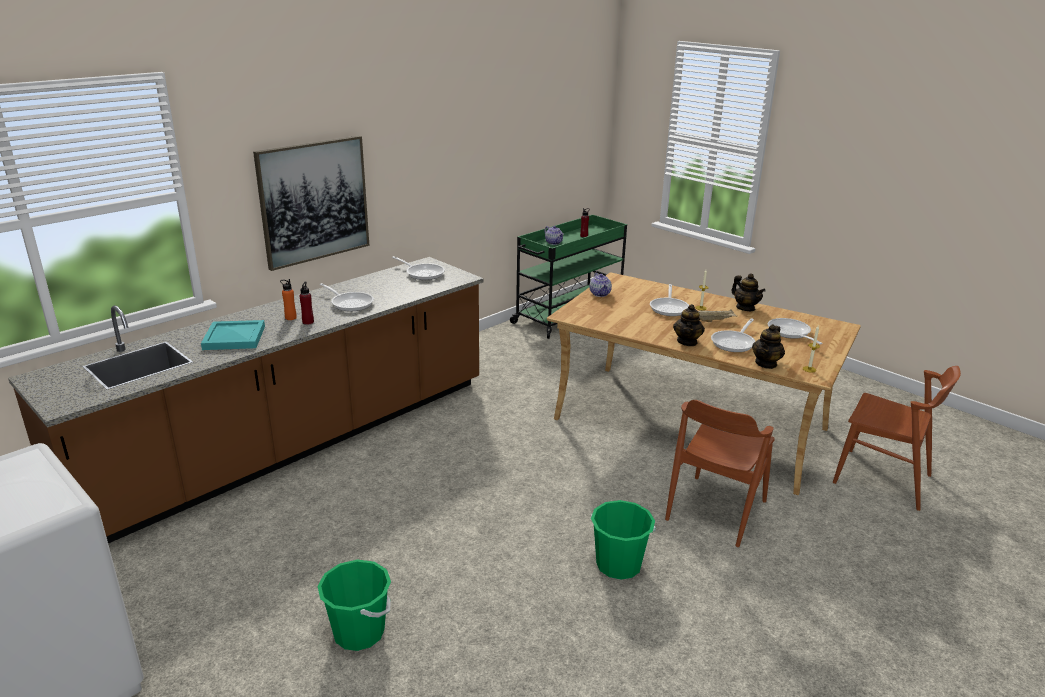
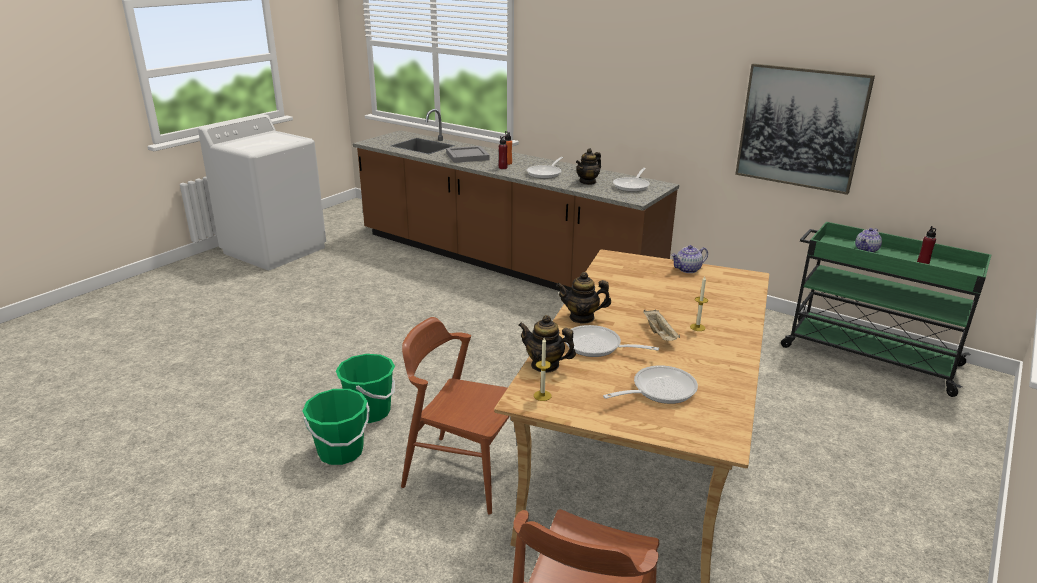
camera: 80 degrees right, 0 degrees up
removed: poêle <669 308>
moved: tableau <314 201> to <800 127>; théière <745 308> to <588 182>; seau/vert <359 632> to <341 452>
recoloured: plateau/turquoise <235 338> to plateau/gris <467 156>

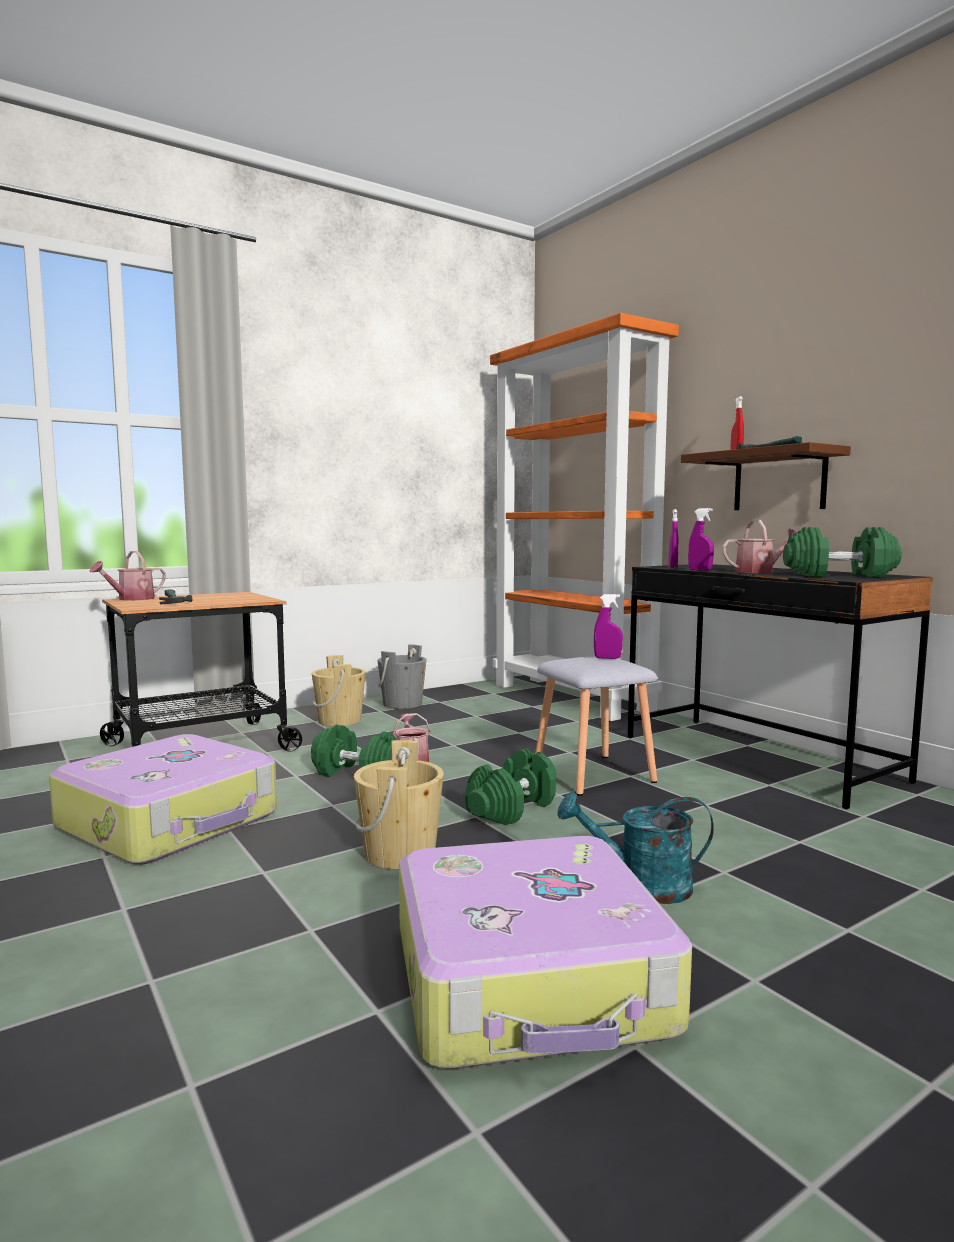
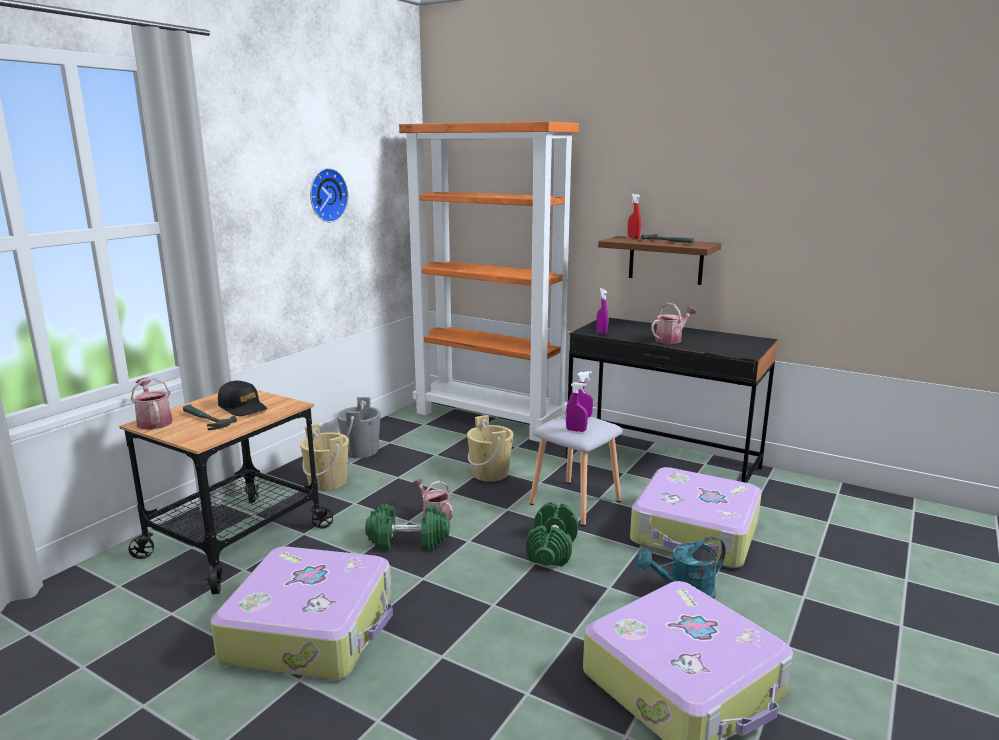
camera: 25 degrees left, 10 degrees up
removed: haltère/vert <839 575>
added: horloge murale <326 195>; casquette/noir <243 407>; valise <695 533>
moved: vaporisateur/violet <700 570> to <576 430>; seau/beige <400 853> to <490 473>
turned: arrosoir <131 599> = <154 422> 135 degrees clockwise

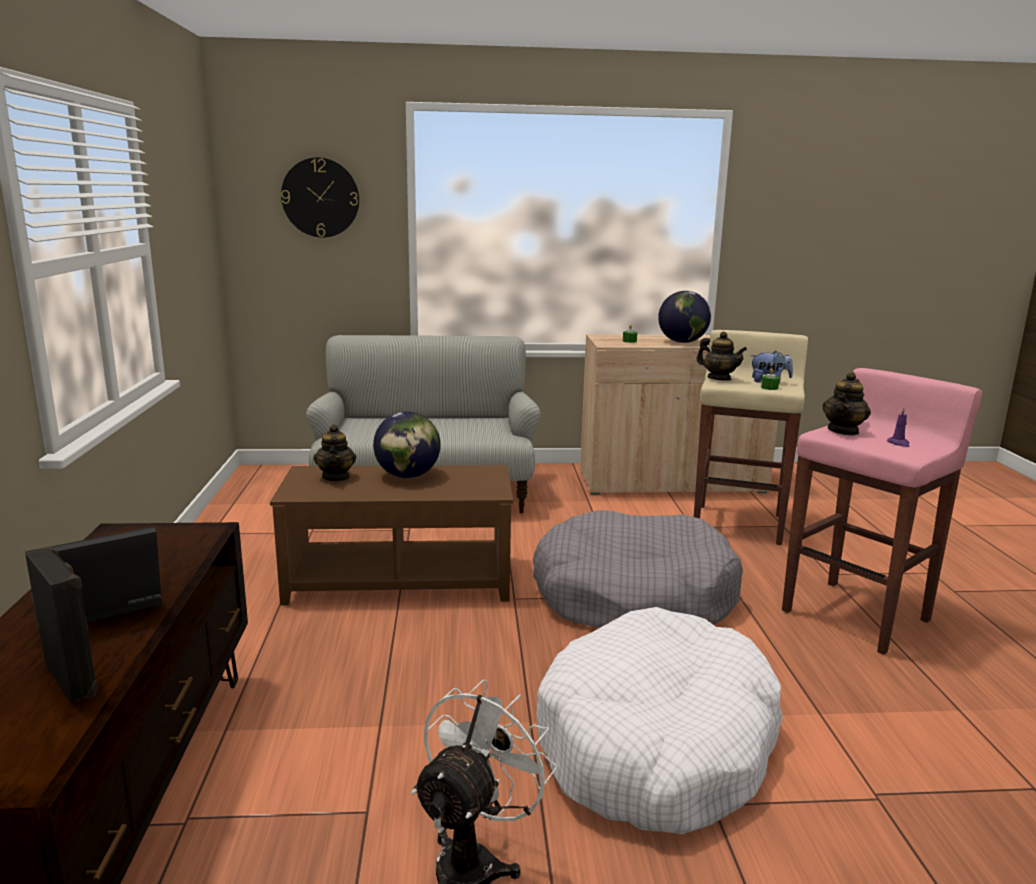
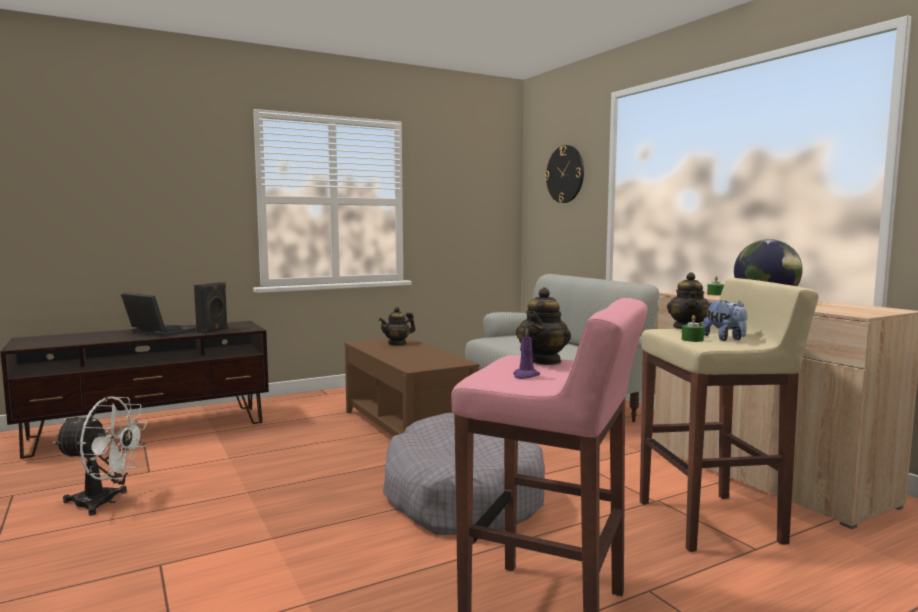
camera: 65 degrees right, 10 degrees down
removed: globe <407 476>; panier pour chien/blanc <656 744>
moved: enceinte/noir <73 677> to <213 331>
turned: théière <843 431> = <543 361> 75 degrees counterclockwise

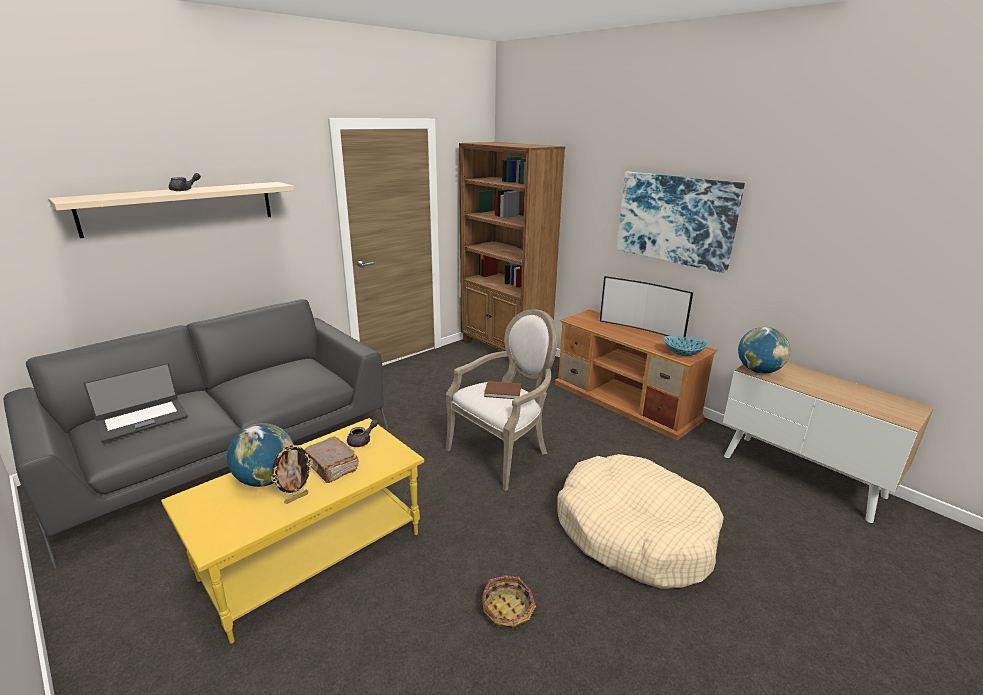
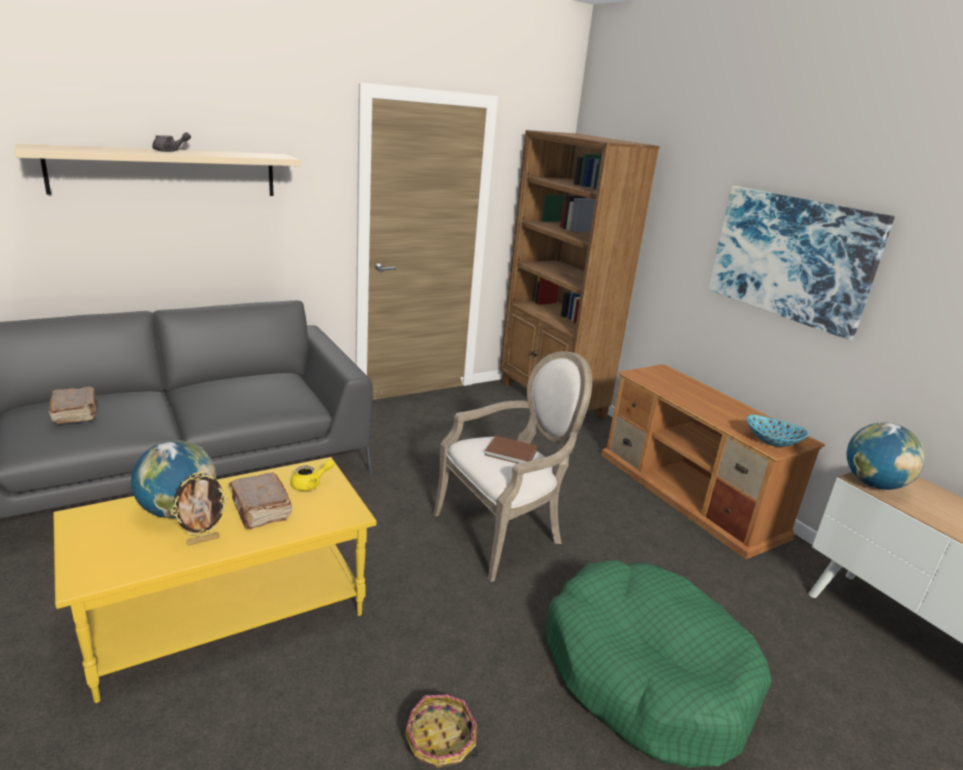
camera: 10 degrees right, 0 degrees up
removed: téléviseur <641 329>
replaced: ordinateur portable <142 419> to livre/marron <76 414>
recoloured: théière/gris <362 441> to théière/jaune <310 484>; panier pour chien/beige <634 532> to panier pour chien/vert <645 674>

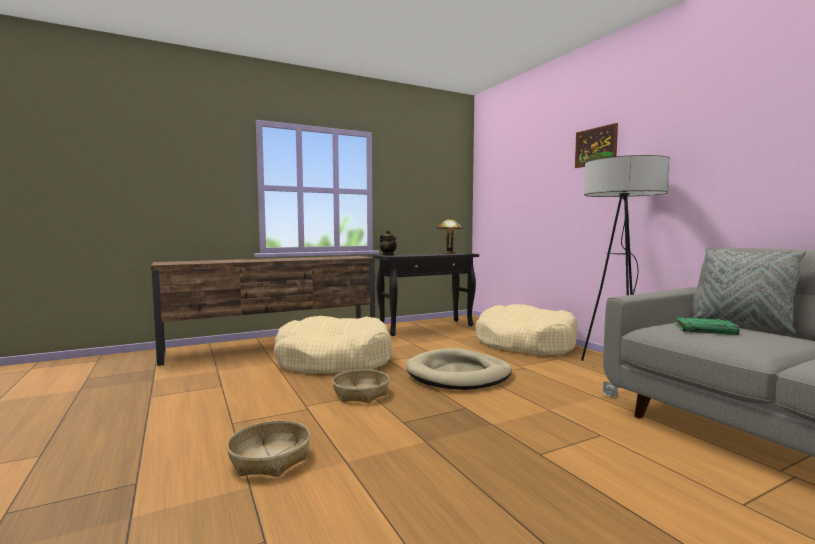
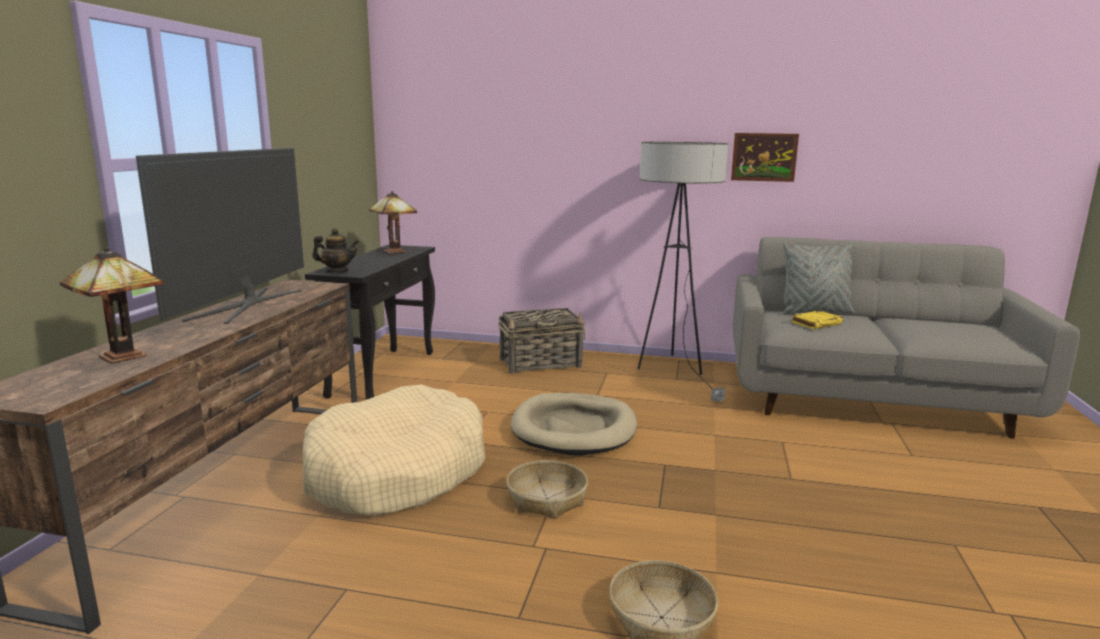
camera: 50 degrees left, 10 degrees up
added: téléviseur <247 304>; lampe de table <125 355>
moved: tableau <595 146> to <764 157>
replaced: panier pour chien/beige <525 343> to panier <541 363>
recoloured: livre/vert <705 330> to livre/jaune <816 323>

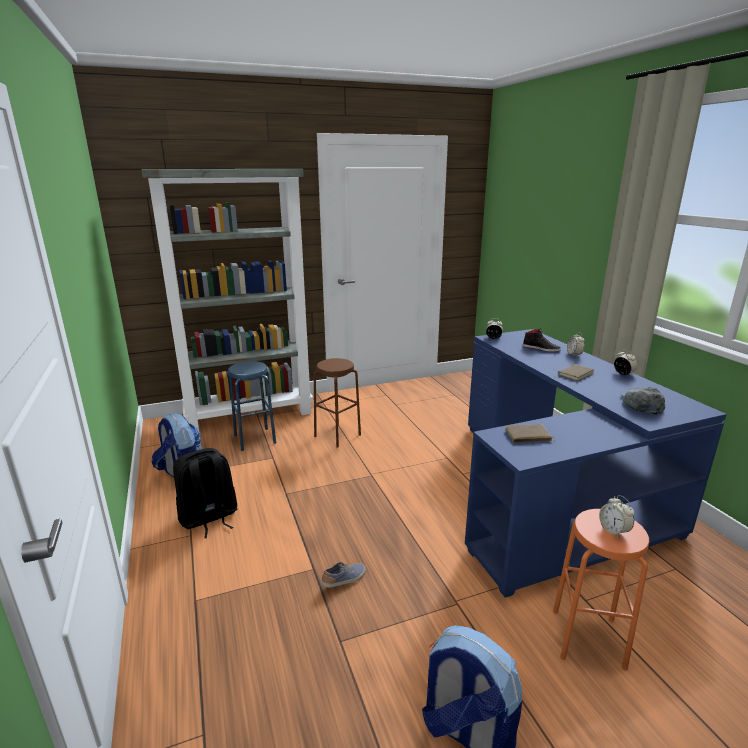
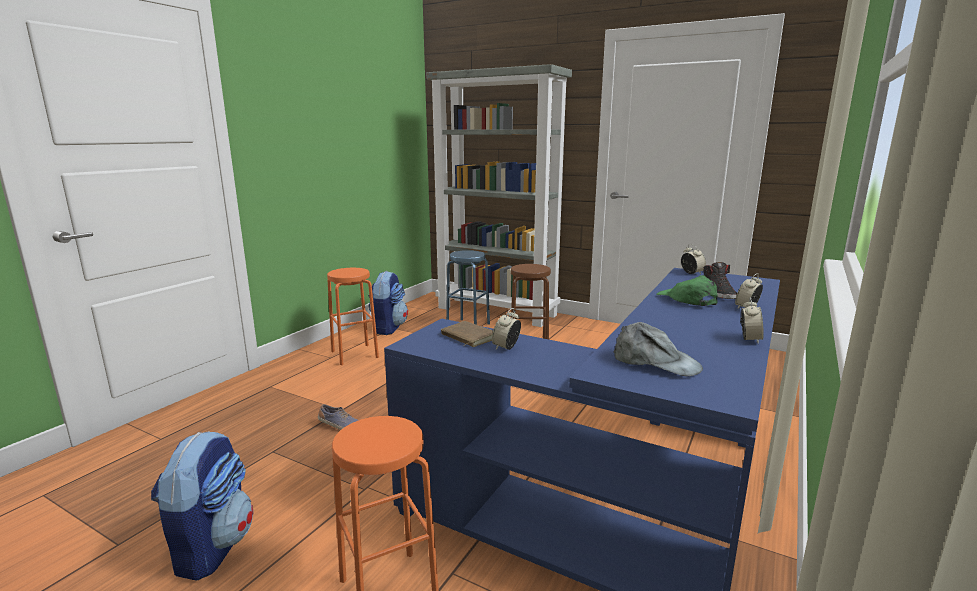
camera: 50 degrees right, 5 degrees down
removed: livre/marron <574 374>
added: casquette/vert <686 299>
moved: réveil <613 530> to <506 347>
replaced: sac à dos/noir <209 518> to tabouret/orange <354 354>
turned: casquette/gris <641 404> = <656 362> 60 degrees clockwise

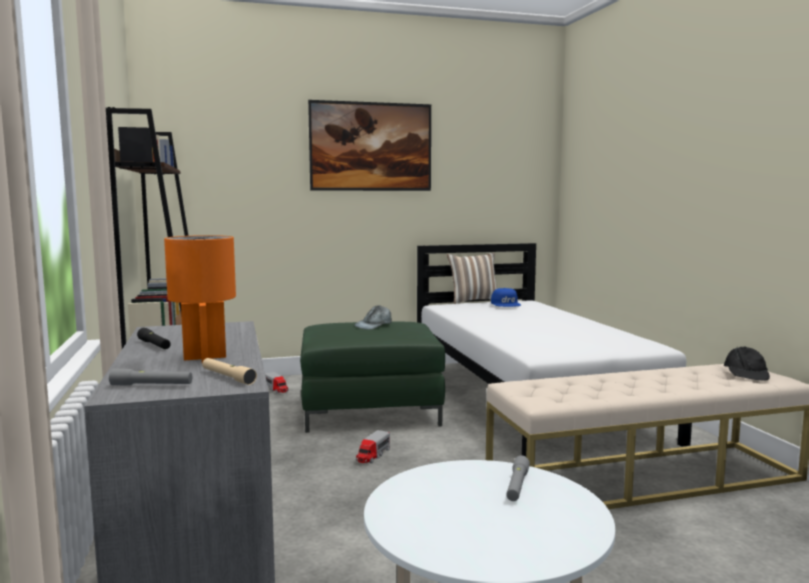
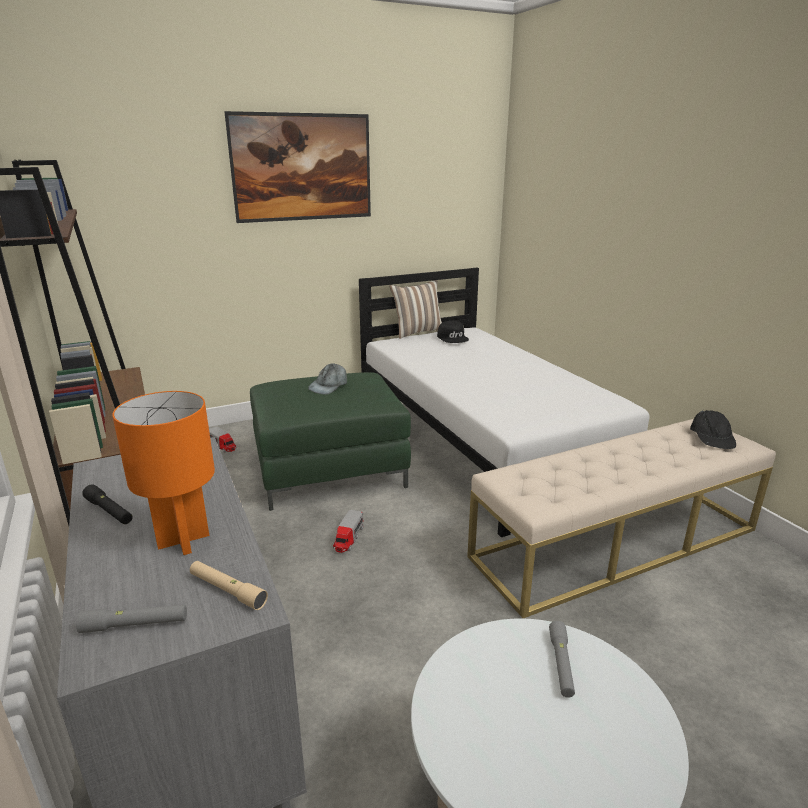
camera: 10 degrees left, 15 degrees up
recoloured: casquette/bleu <506 304> to casquette/noir <453 337>

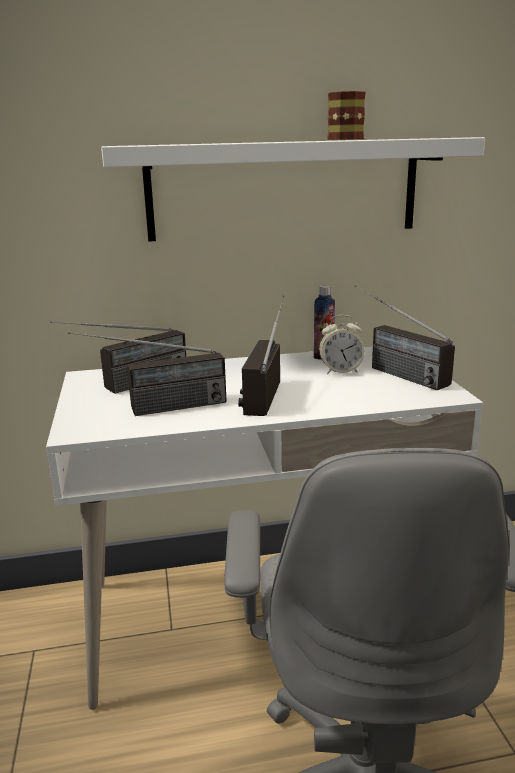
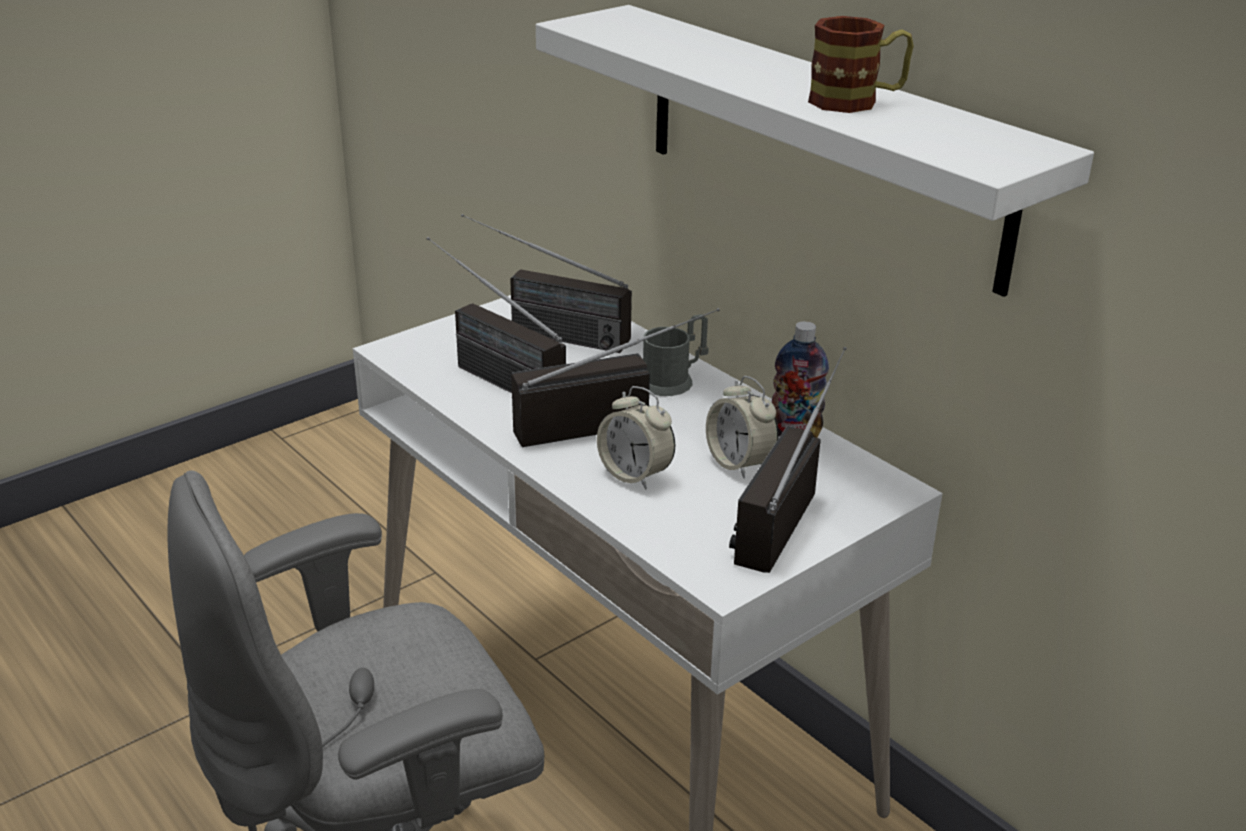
camera: 60 degrees right, 10 degrees up
added: mug/gris <673 380>; réveil <635 475>

